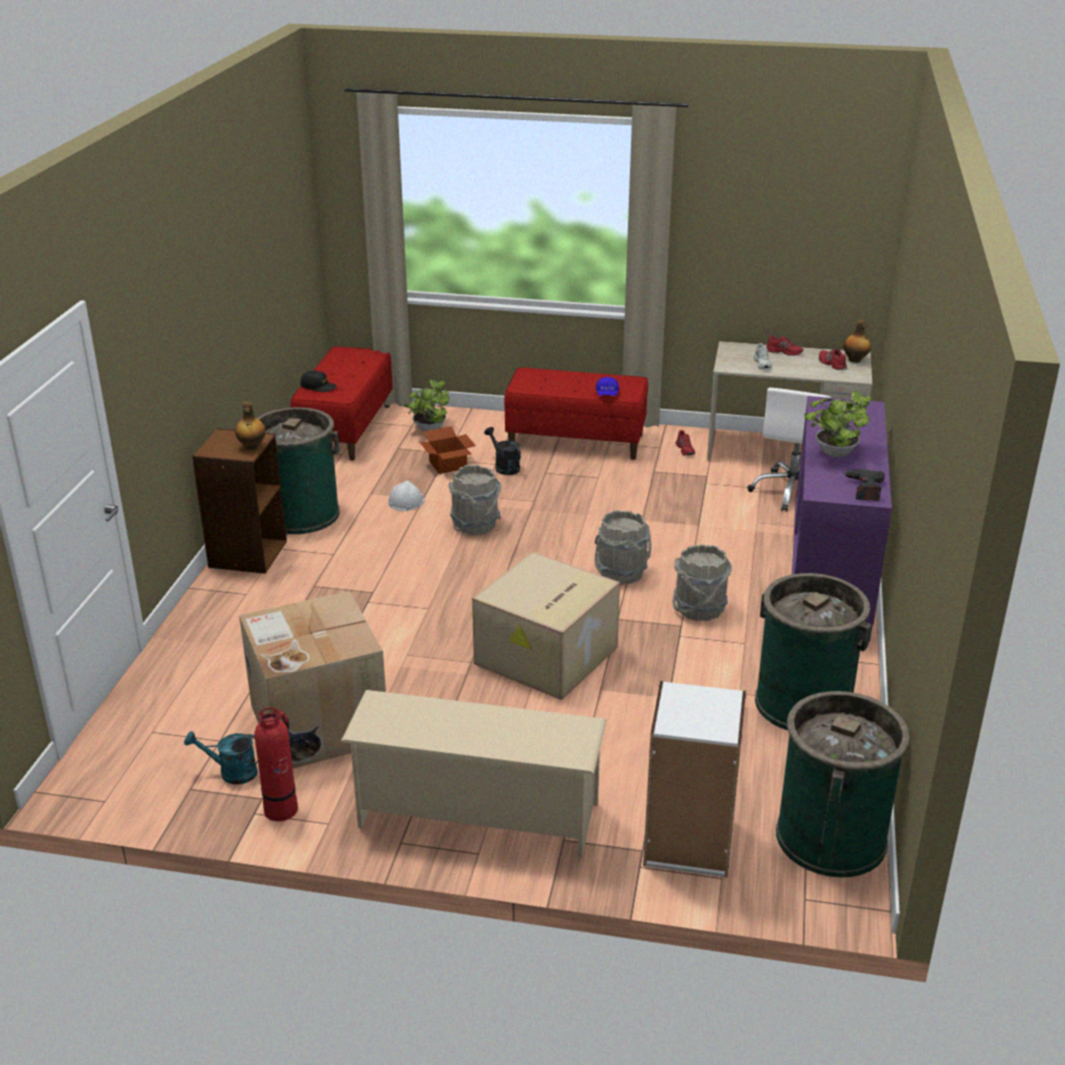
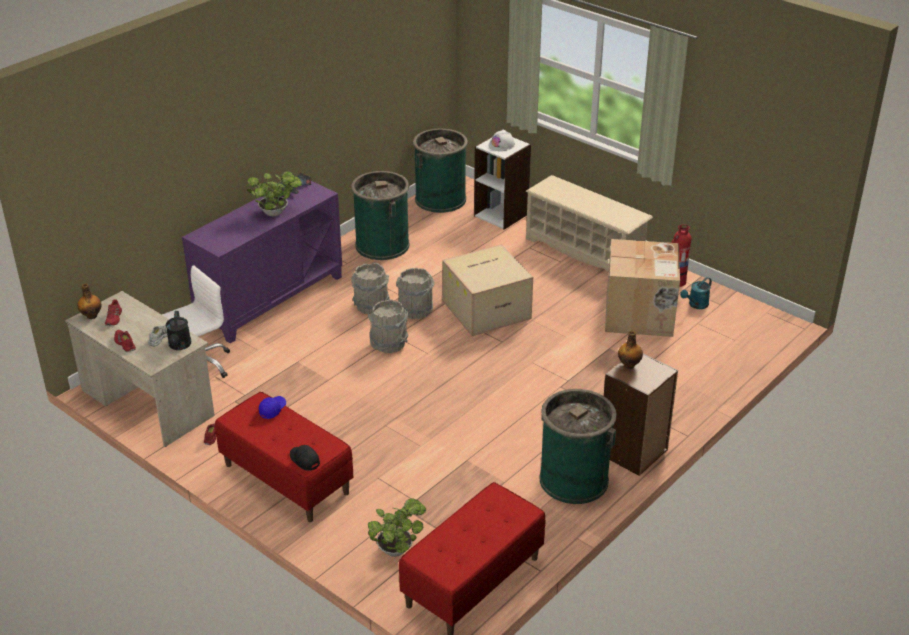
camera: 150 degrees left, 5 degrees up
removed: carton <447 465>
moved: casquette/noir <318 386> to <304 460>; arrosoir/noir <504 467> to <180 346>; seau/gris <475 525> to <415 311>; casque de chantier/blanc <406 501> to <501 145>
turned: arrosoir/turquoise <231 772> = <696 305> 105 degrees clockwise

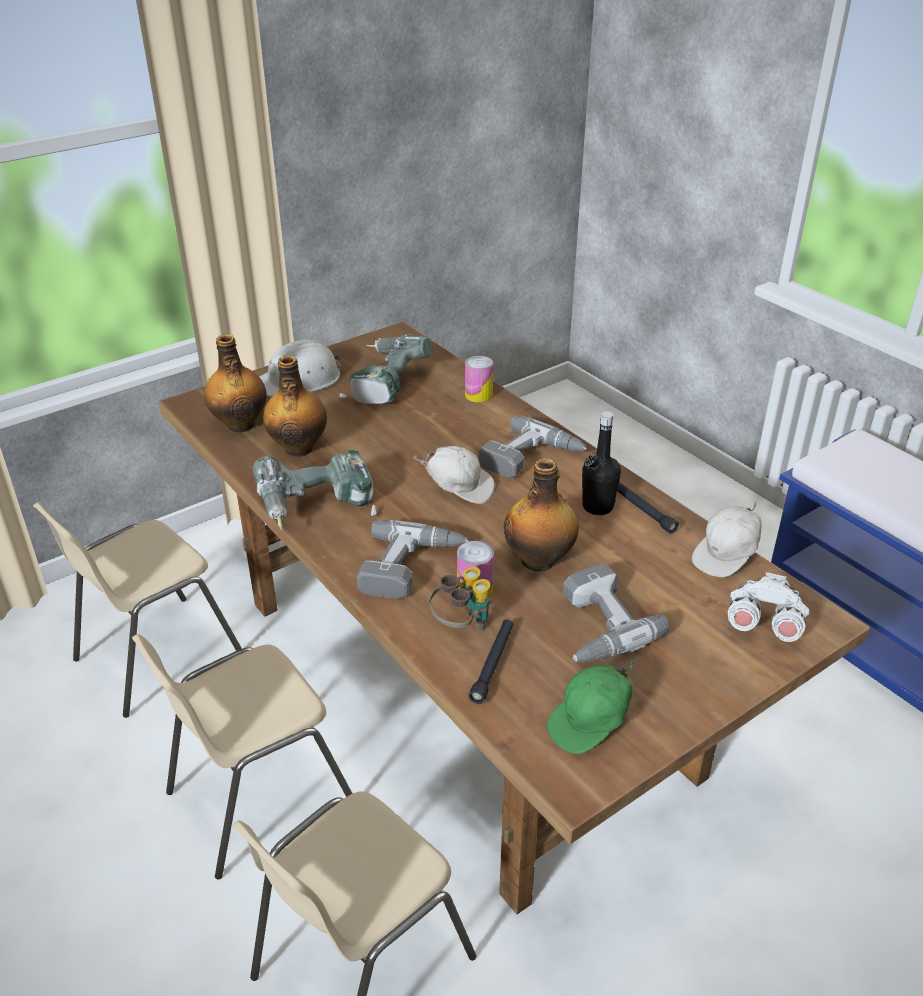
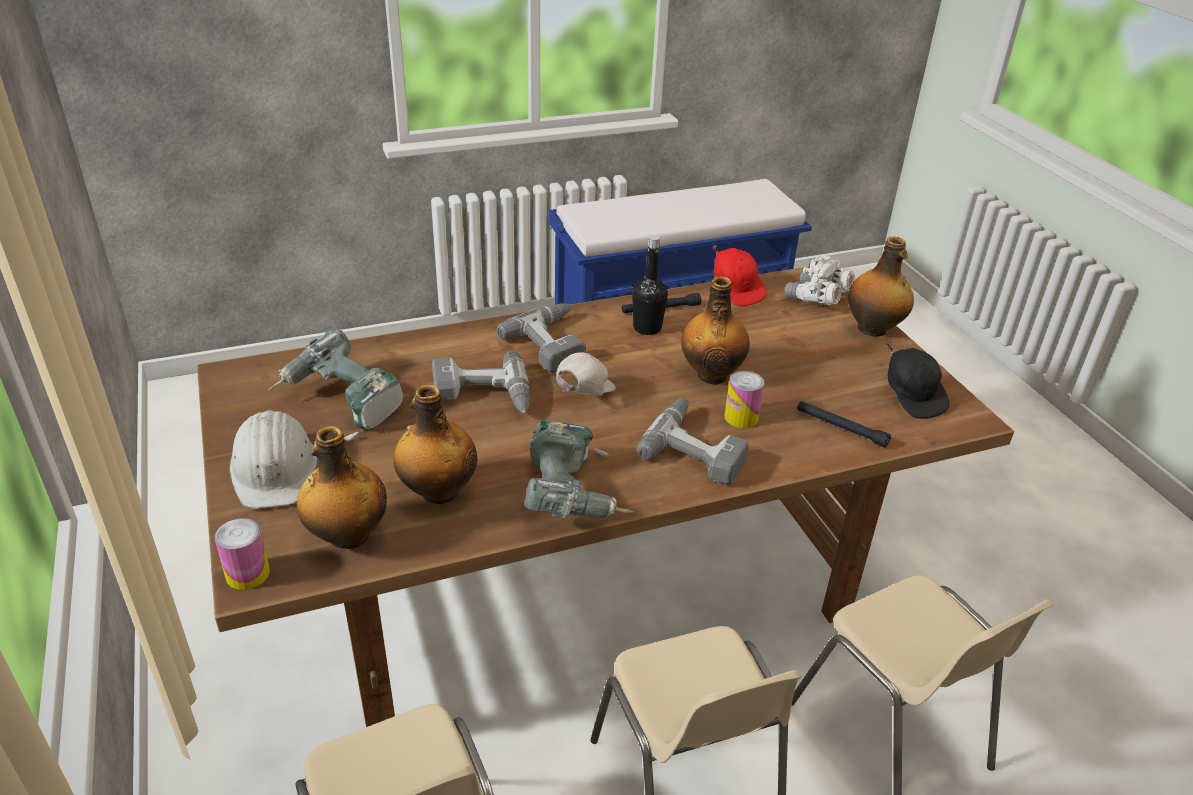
camera: 75 degrees left, 0 degrees up
removed: jumelles <461 626>
added: bouteille <873 329>
moved: boîte métallique <478 395> to <247 574>; perceuse <596 626> to <482 397>
recoloured: casquette/blanc <727 556> to casquette/rouge <736 290>; casquette/vert <591 724> to casquette/noir <912 396>

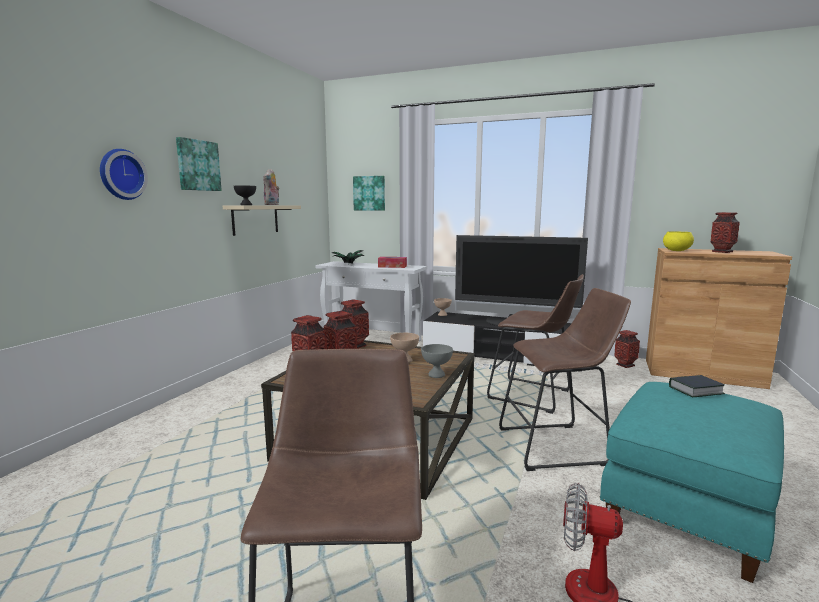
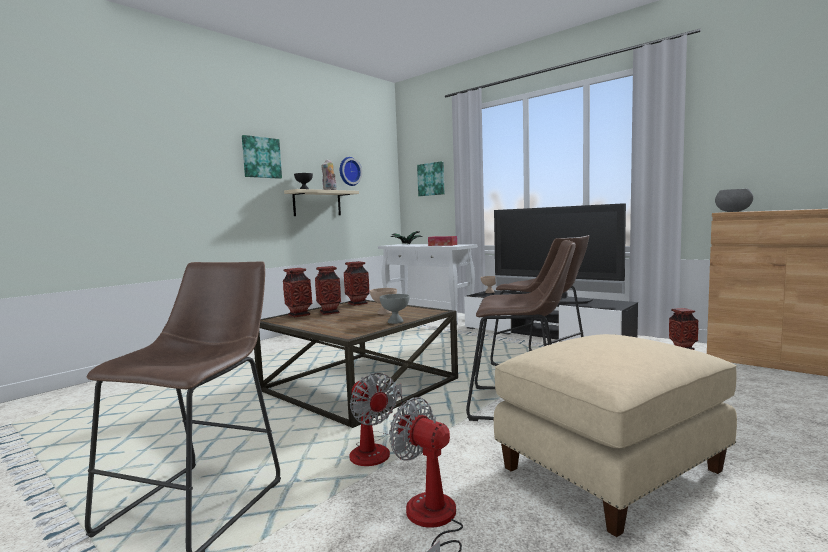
camera: 20 degrees right, 5 degrees down
removed: vase <722 252>; livre <695 390>
added: ventilateur <376 449>
moved: horloge murale <121 174> to <349 171>
recoloured: bol/jaune <676 250> to bol/gris <733 211>; pouf/turquoise <688 509> to pouf/beige <612 470>

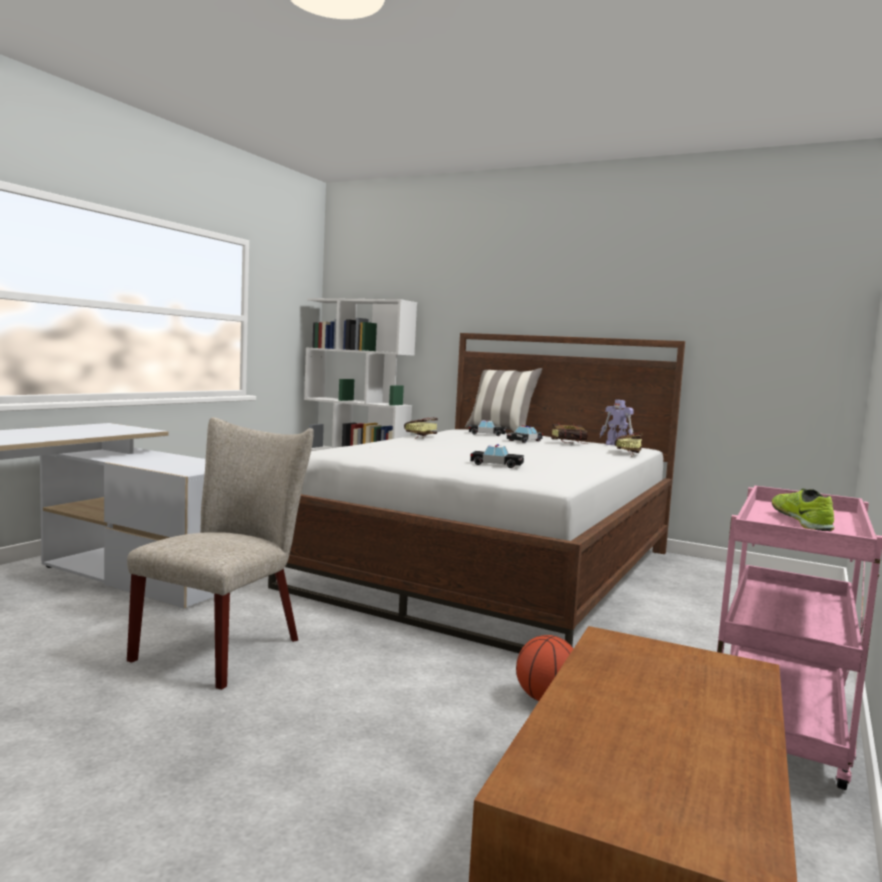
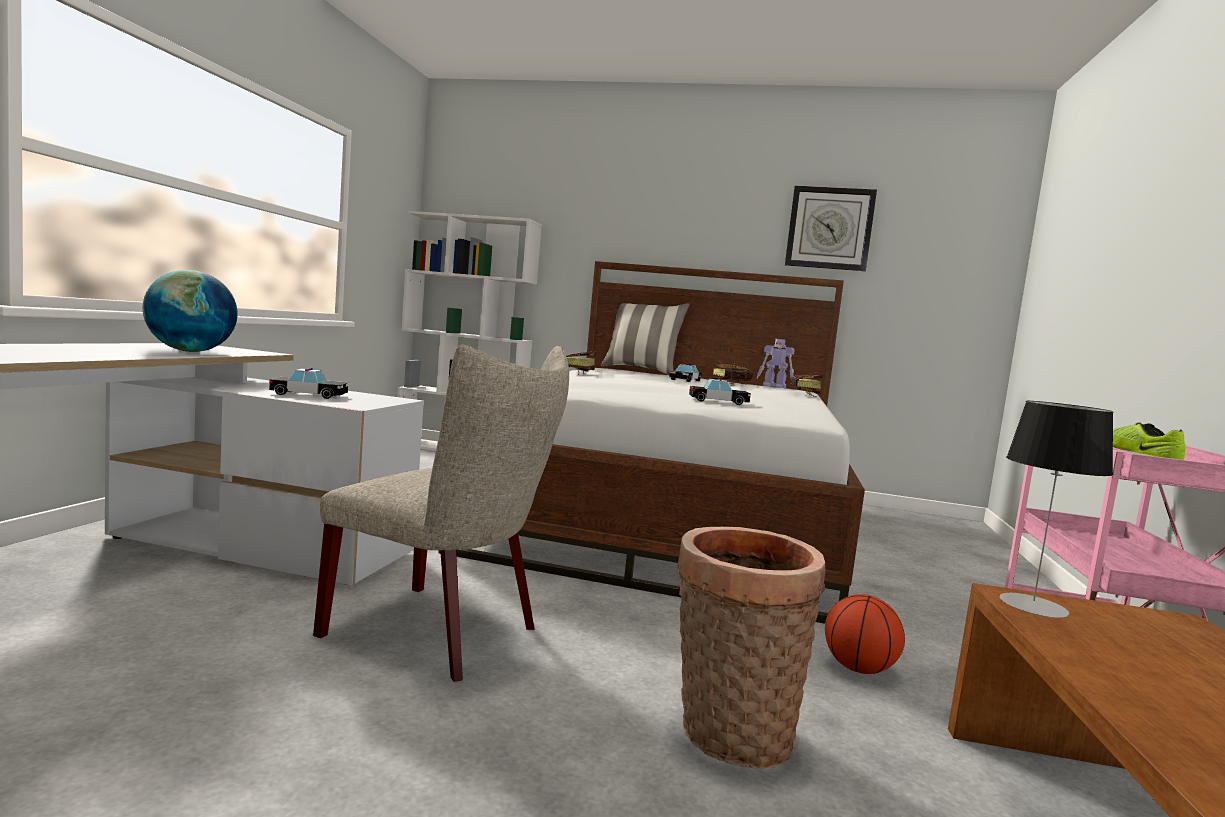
camera: 15 degrees left, 0 degrees up
added: horloge murale <829 228>; globe <190 351>; lampe de table <1033 605>; panier <729 735>
moved: petite voiture <487 434> to <309 395>
turned: chaise/beige <226 646> = <443 633> 105 degrees clockwise

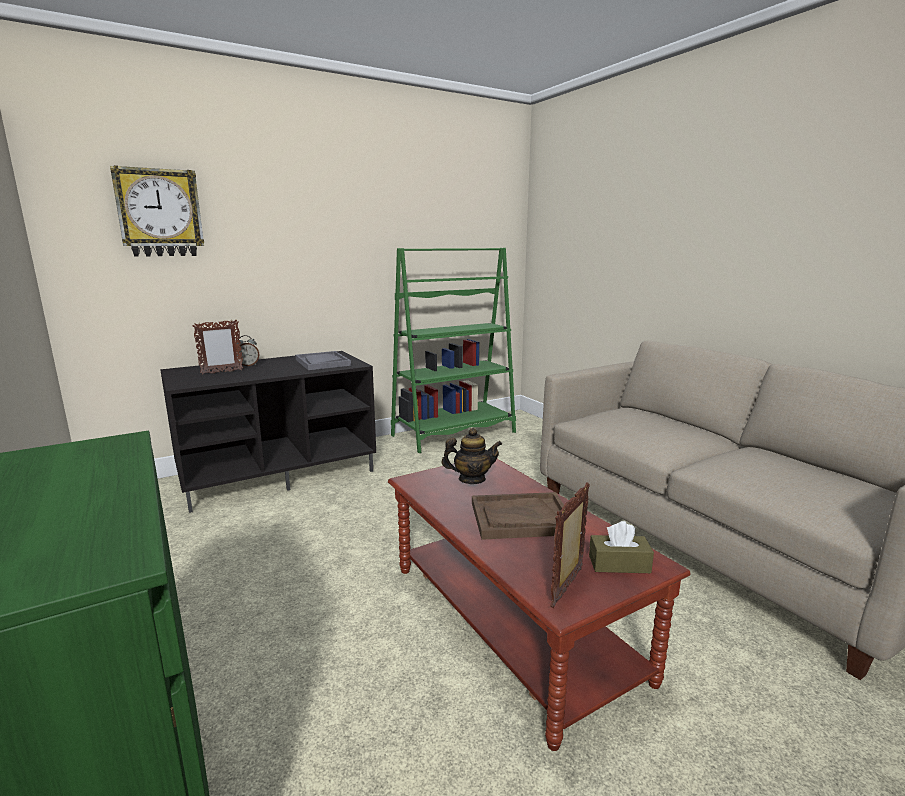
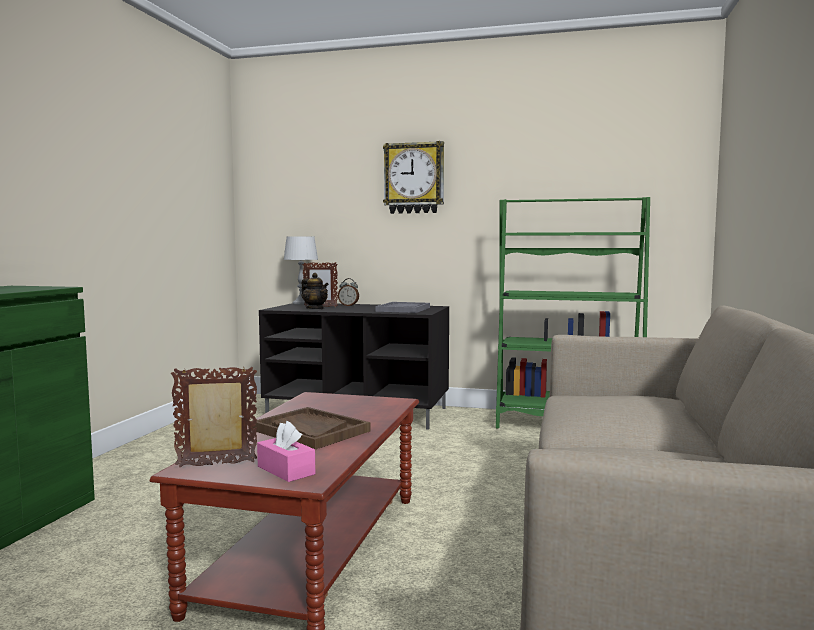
camera: 45 degrees right, 10 degrees down
added: lampe de table/gris <301 304>
moved: horloge murale <160 213> to <414 178>; théière <471 479> to <315 309>
recoloured: boîte à mouchoirs/marron <619 564> to boîte à mouchoirs/rose <286 470>

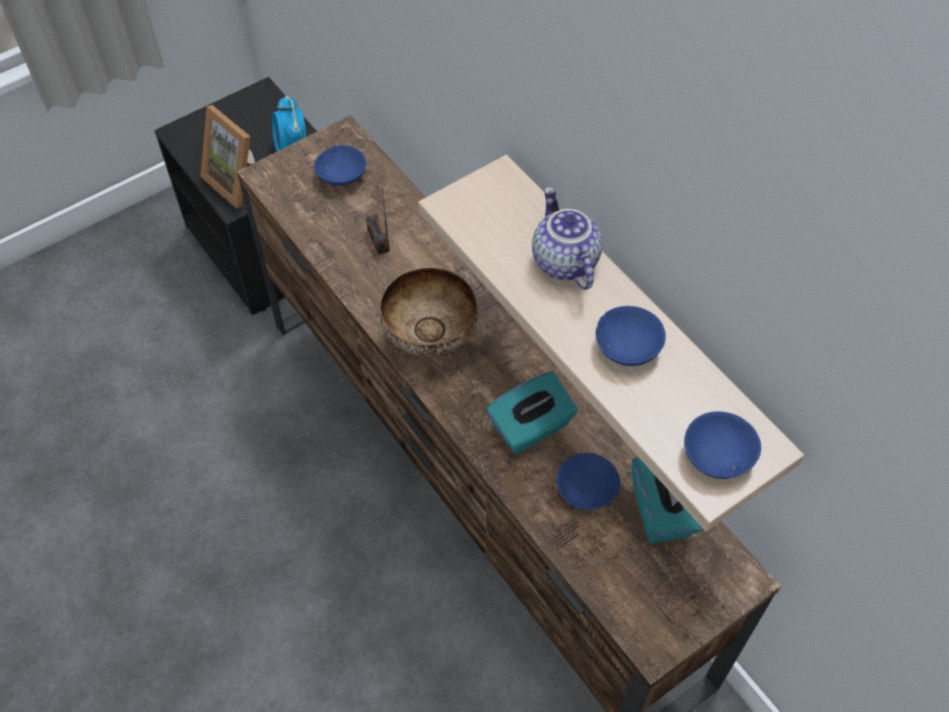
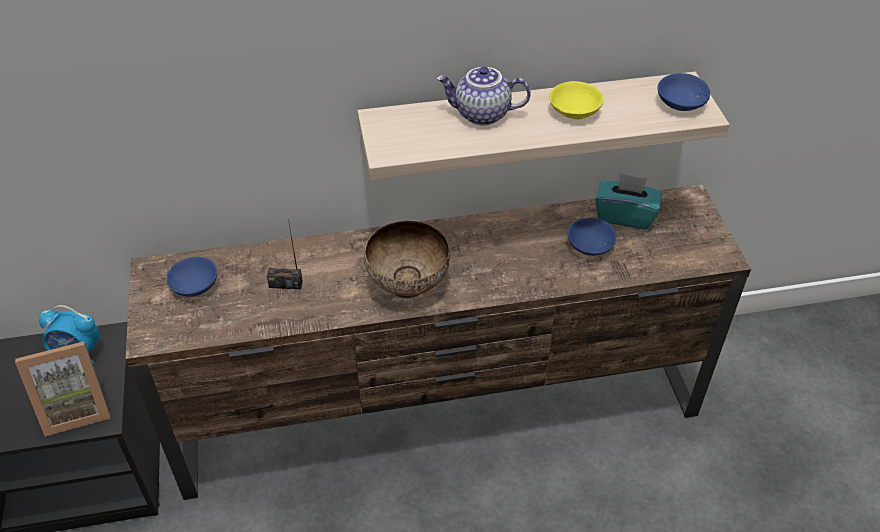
camera: 65 degrees left, 10 degrees down
removed: boîte à mouchoirs/turquoise <531 427>
recoloured: bol/bleu <630 347> to bol/jaune <576 110>

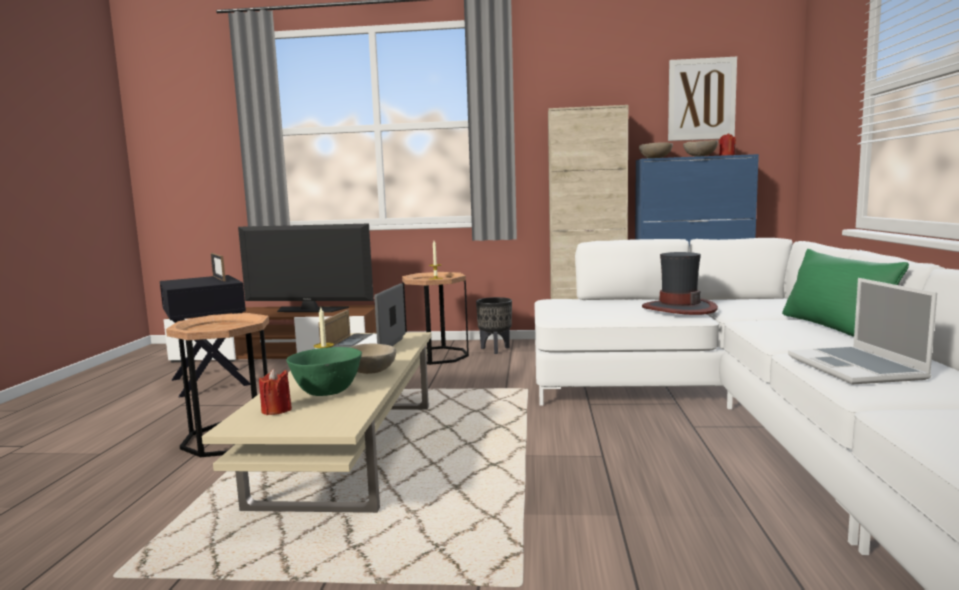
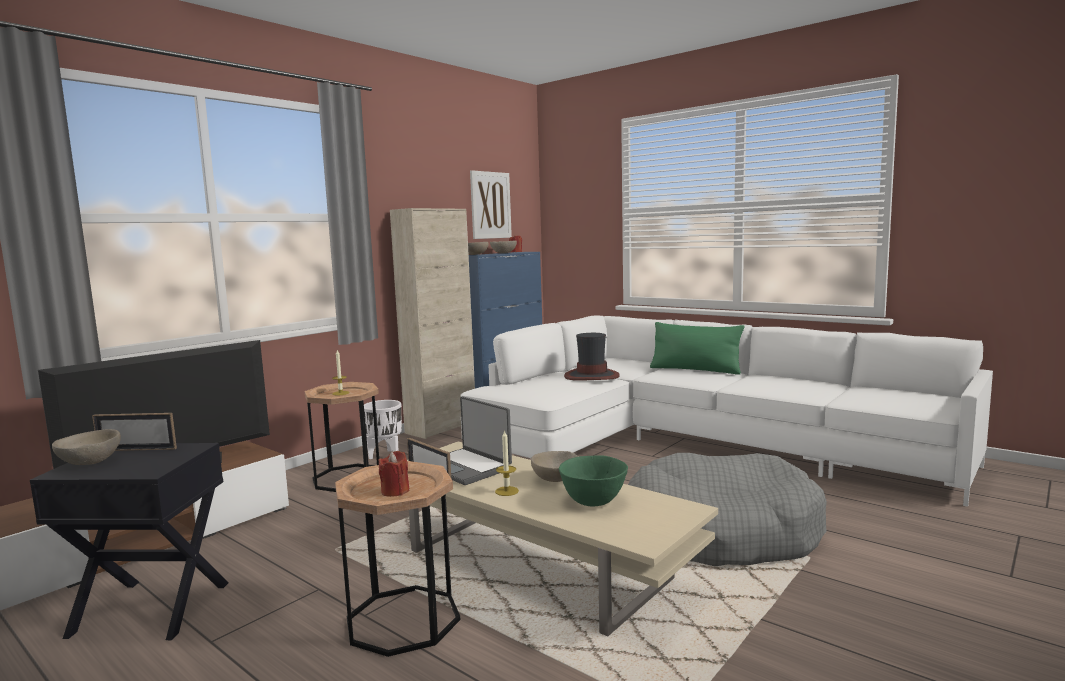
camera: 55 degrees left, 0 degrees up
removed: ordinateur portable <857 368>
added: bol/beige <89 462>; panier pour chien/gris <720 532>
moved: bougie/rouge <276 410> to <395 491>
recoloured: cache-pot/noir <495 350> to cache-pot/blanc <385 456>

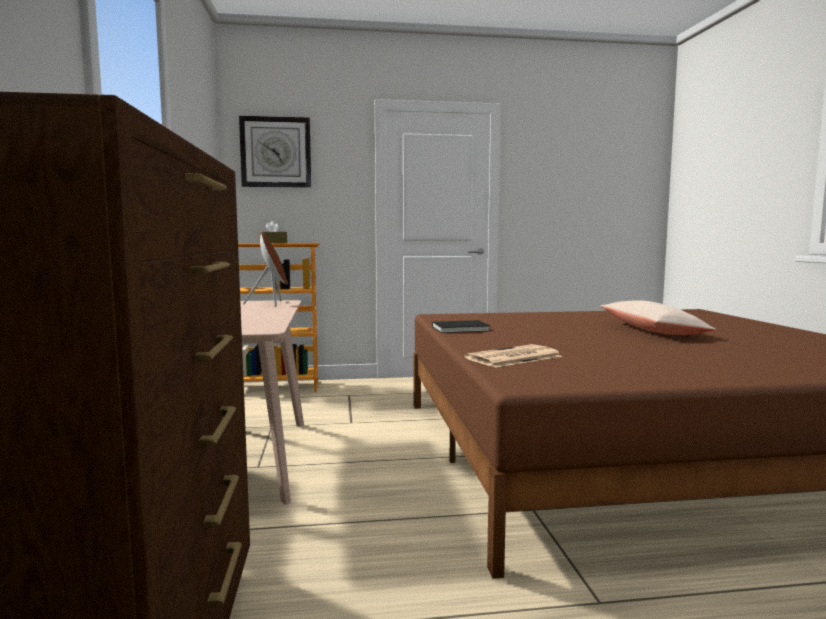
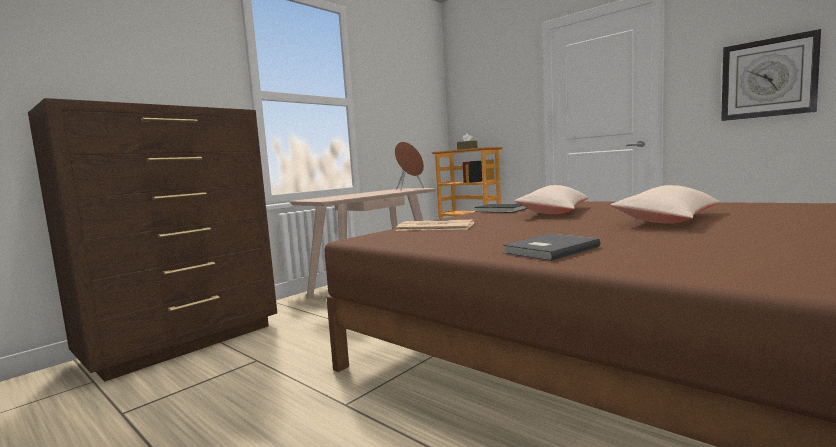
camera: 50 degrees right, 0 degrees up
added: coussin/beige <554 212>; livre/gris <548 250>
moved: horloge murale <276 152> to <768 78>

